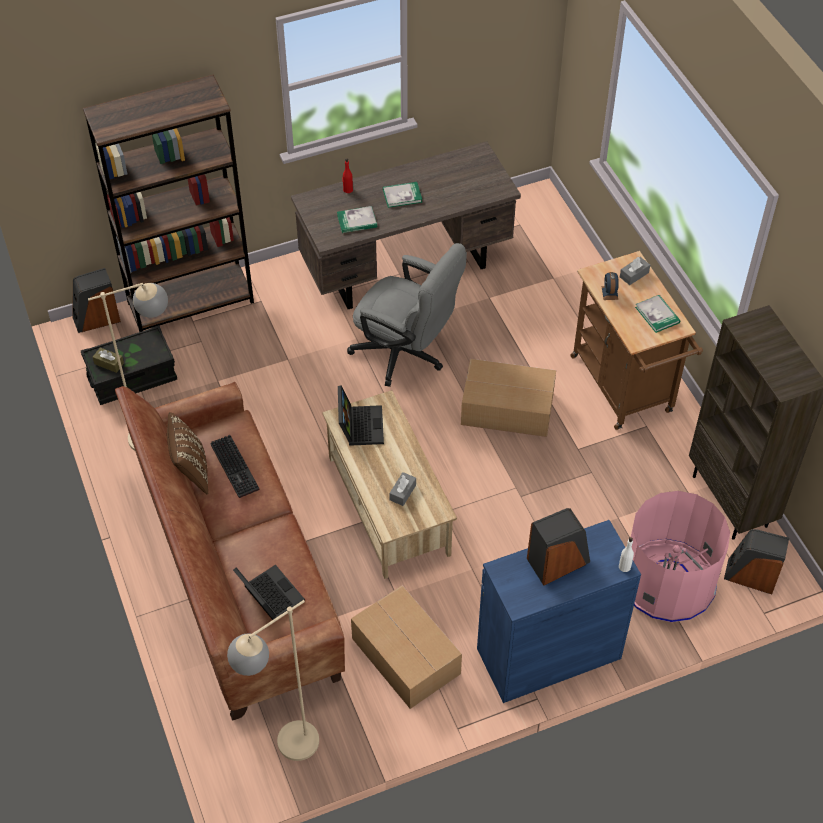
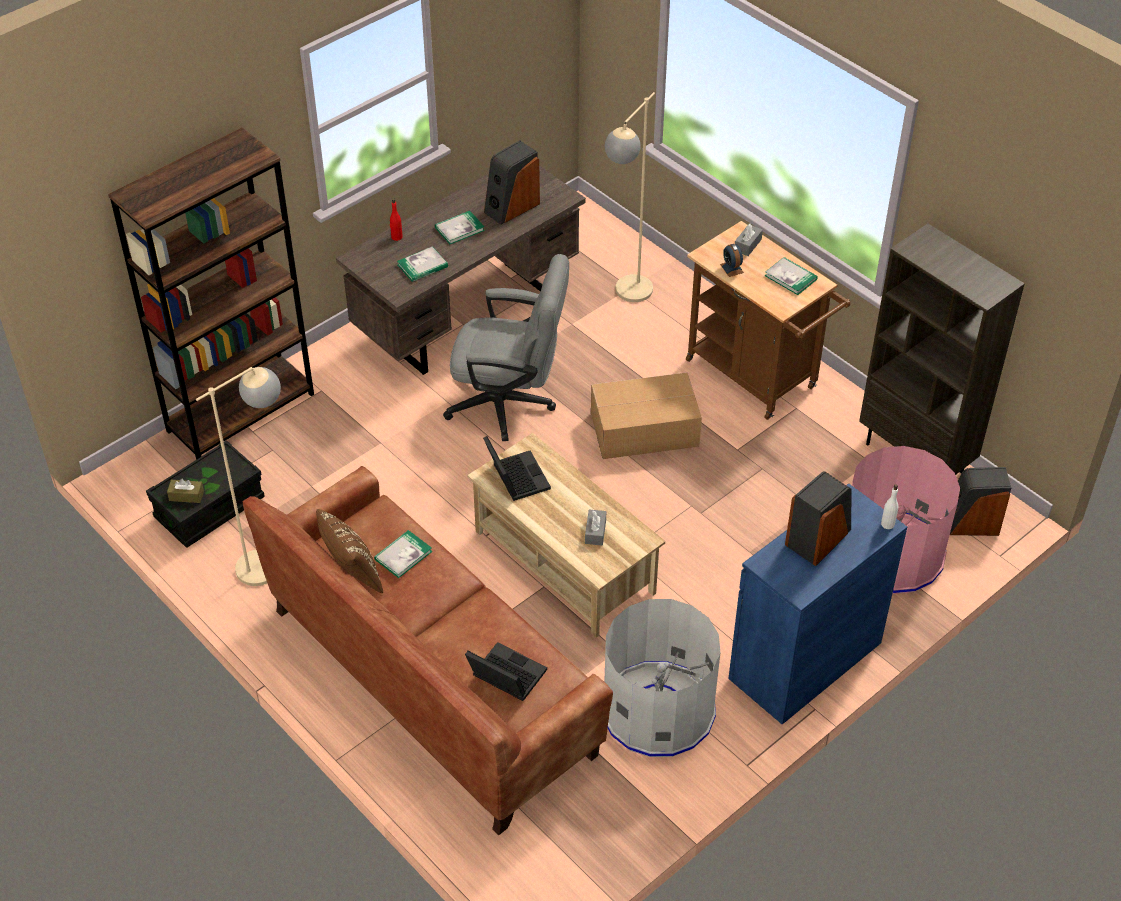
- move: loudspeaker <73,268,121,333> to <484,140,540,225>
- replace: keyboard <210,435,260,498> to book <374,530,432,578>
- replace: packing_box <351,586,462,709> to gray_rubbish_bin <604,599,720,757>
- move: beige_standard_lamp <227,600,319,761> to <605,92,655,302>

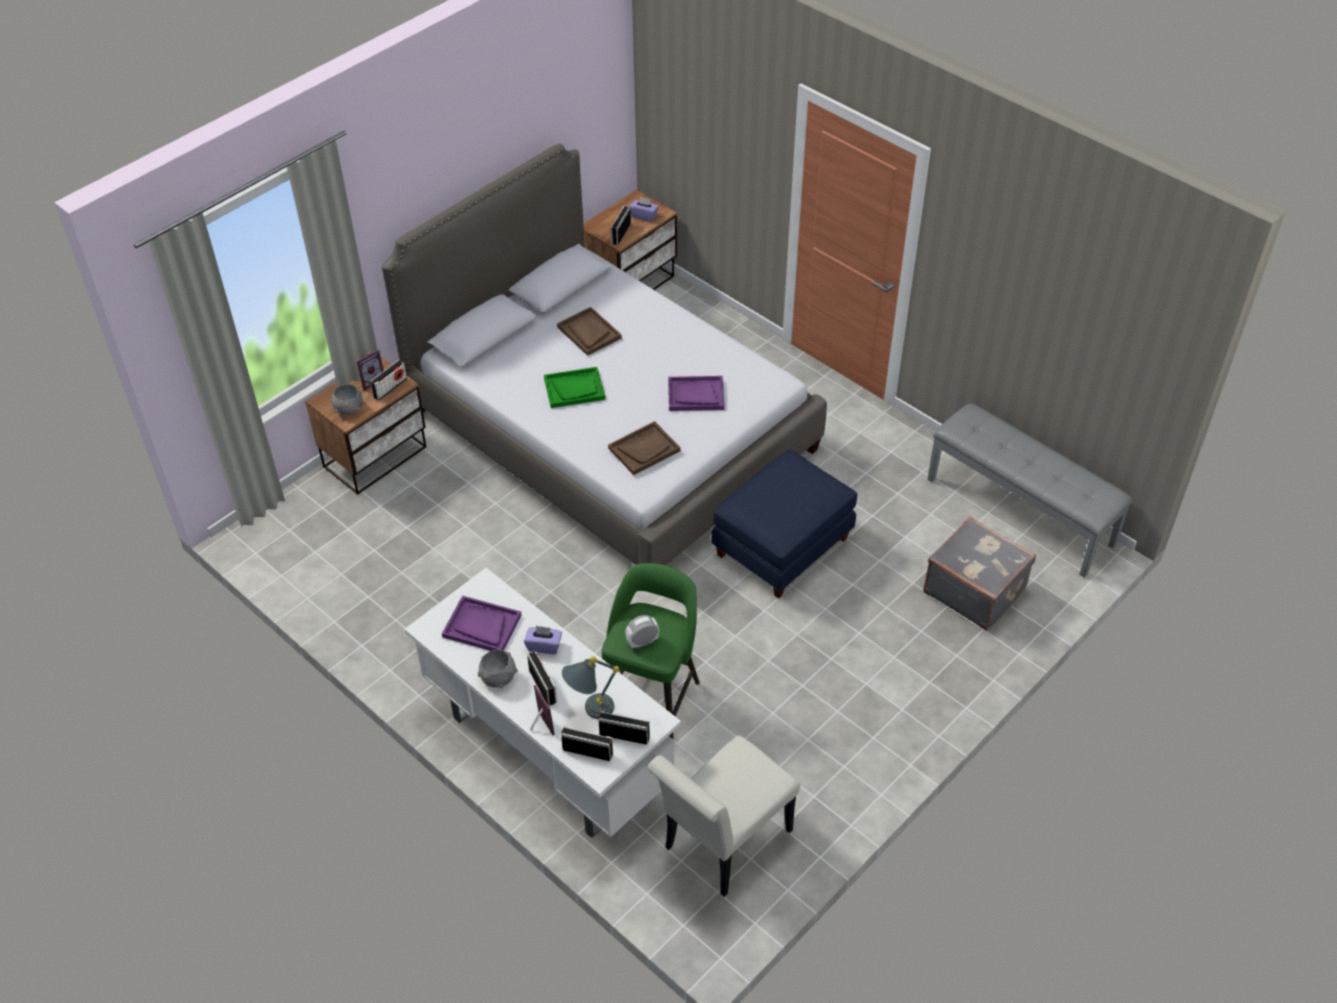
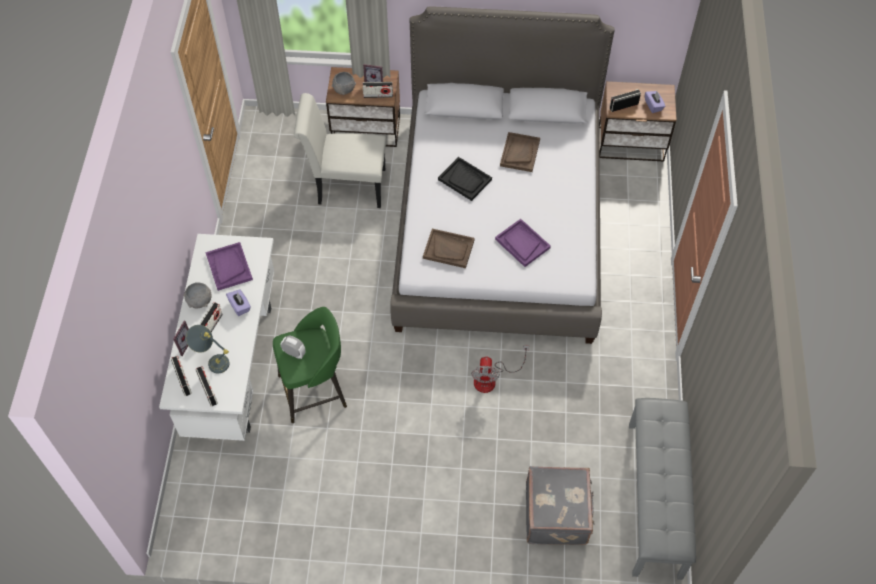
- recolor: green-coloured_tray <544,367,605,408> to black-coloured_tray <438,157,492,201>
- replace: blue_footrest <711,450,857,599> to electric_fan <471,345,529,393>
- move: whitish_chair <647,735,800,897> to <294,93,386,208>

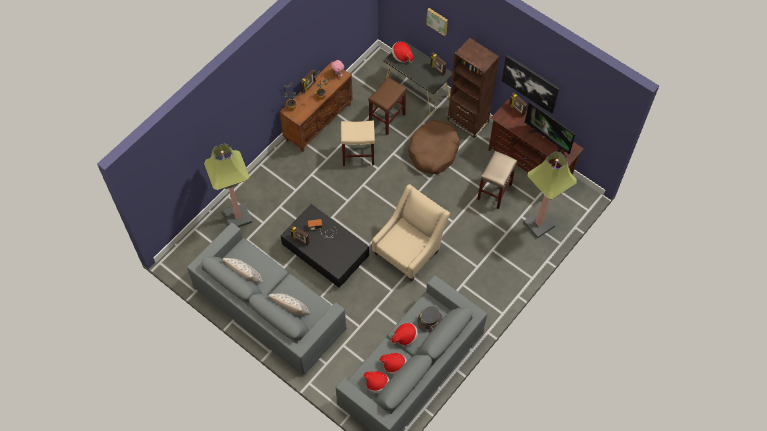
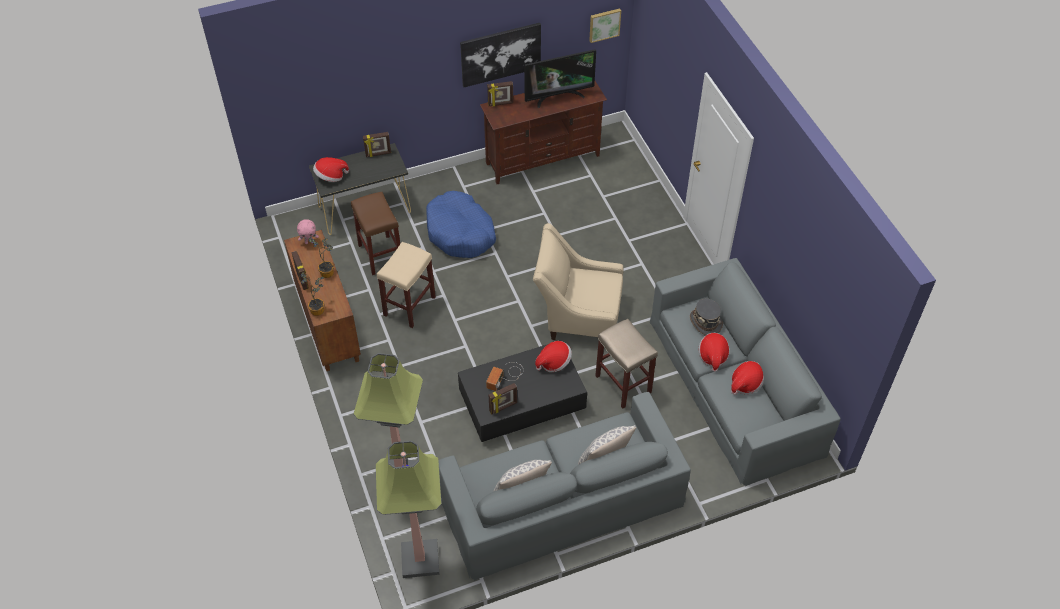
- move: wall_picture <426,8,448,36> to <589,8,621,43>
- delete: brown-coloured_bookcase <447,38,500,138>
- recolor: brown-coloured_dog_bed <408,120,460,174> to blue_dog_bed <426,191,496,258>
- move: beige_stool_seat <477,151,517,209> to <595,319,658,409>
- move: standard_lamp <523,151,577,239> to <375,441,442,578>
- rotate: beige_armchair <372,184,450,281> = <533,223,624,340> 60 degrees counterclockwise
- move: hat <363,371,389,393> to <535,341,572,372>

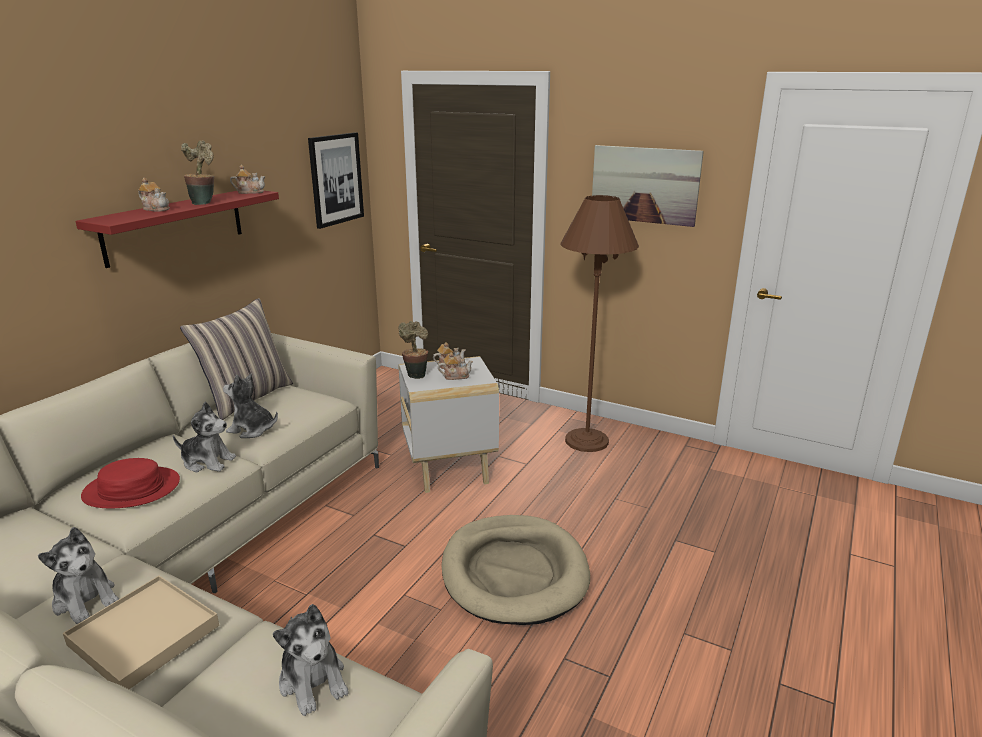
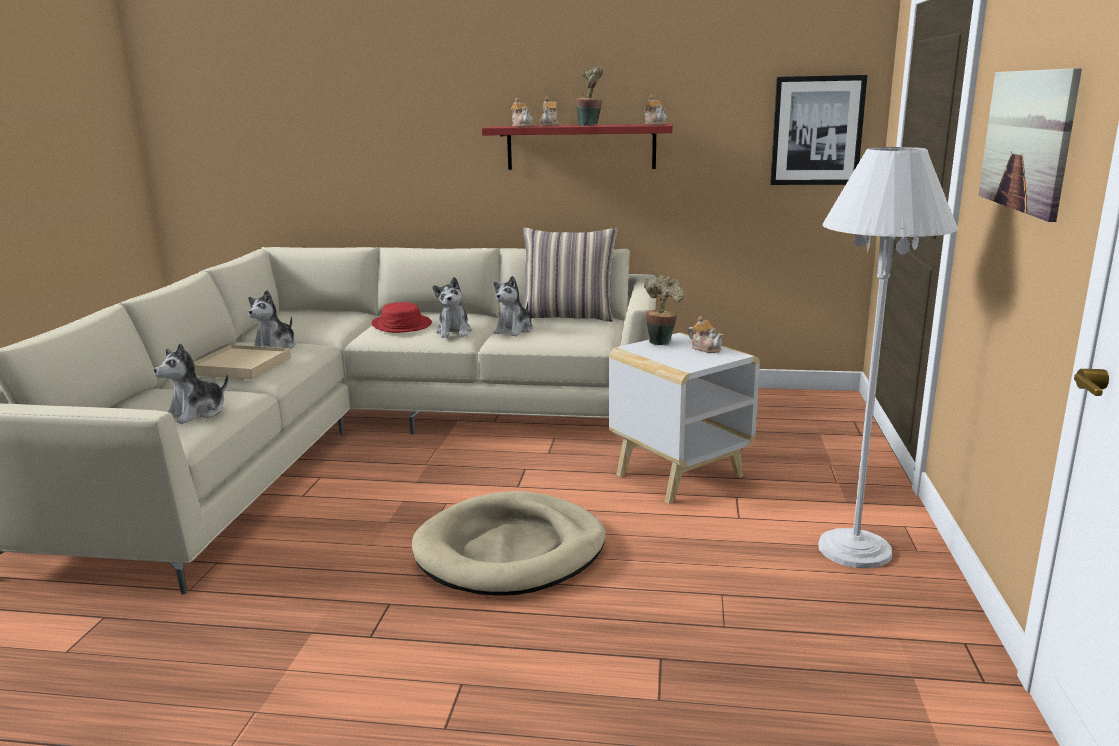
- recolor: brown-coloured_standard_lamp <560,195,639,452> to whitish_standard_lamp <818,147,958,568>
- move: tea_pot <438,352,473,380> to <511,98,533,127>
- rotate: cuddly_toy <223,373,278,438> = <494,276,533,337> 150 degrees counterclockwise

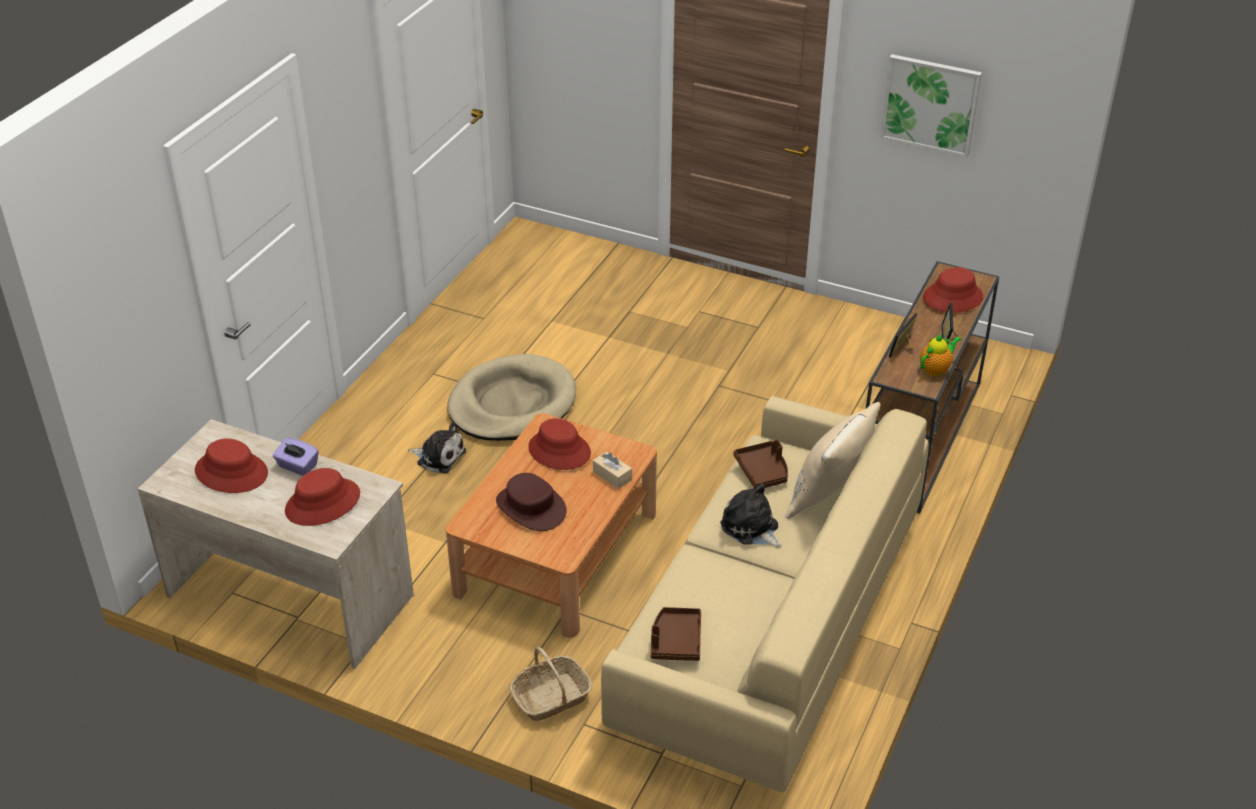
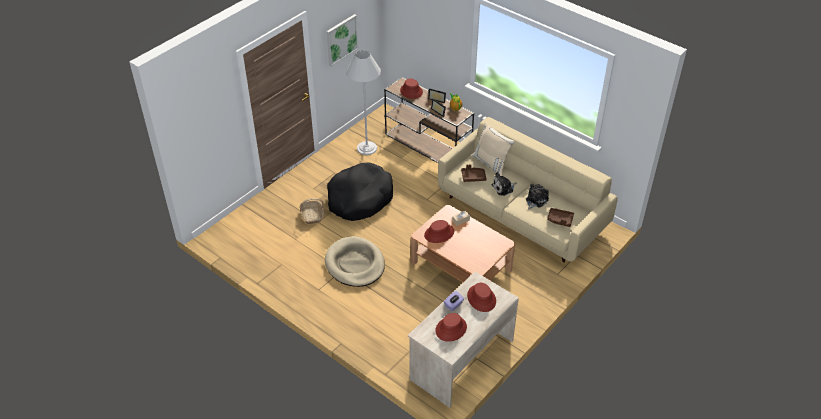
- move: cuddly_toy <408,422,466,473> to <526,184,549,210>
- delete: brown-coloured_hat <496,473,567,531>
- move: storage_basket <509,647,592,721> to <300,198,324,224>
- insert: whitish_standard_lamp <346,50,381,155>
- insert: black-coloured_dog_bed <327,162,393,221>

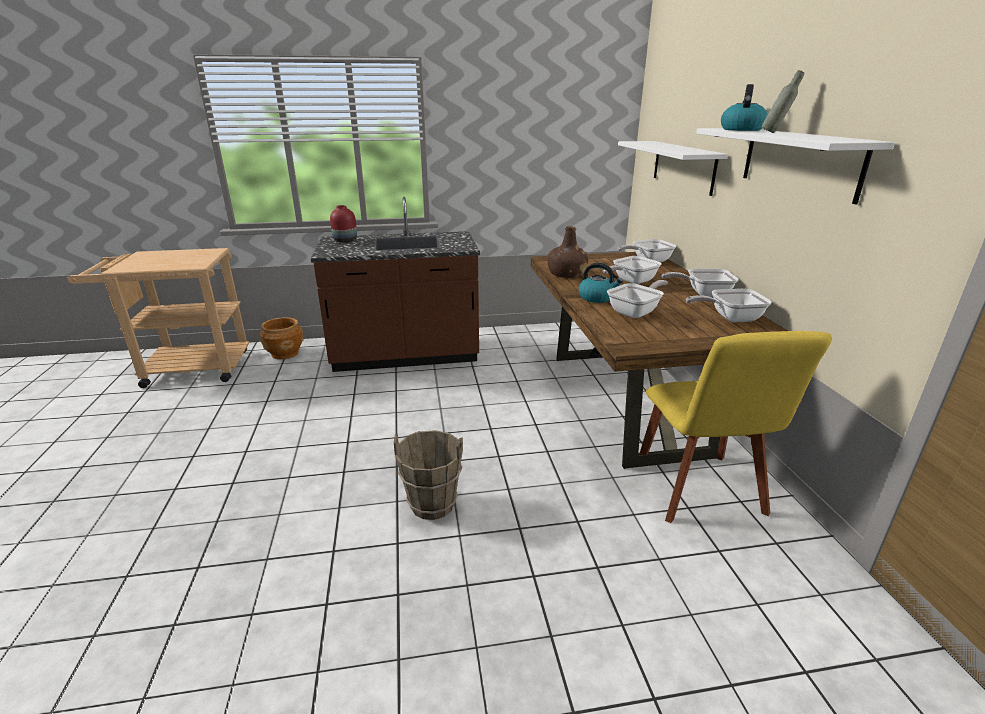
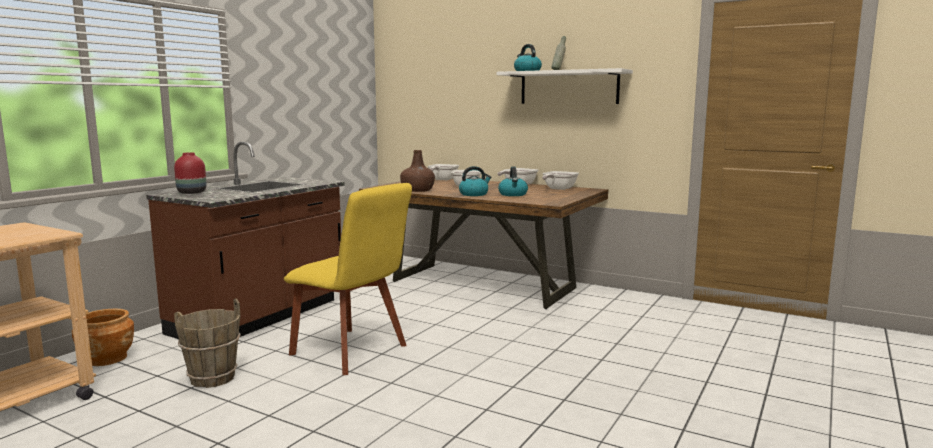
- delete: whitish_bracket_shelf <618,141,728,196>
- replace: pan <607,280,668,318> to water_kettle <498,166,528,196>
- move: yellow_chair <640,331,832,523> to <284,183,412,375>
- move: brown-coloured_water_bucket <394,430,463,520> to <174,299,241,388>

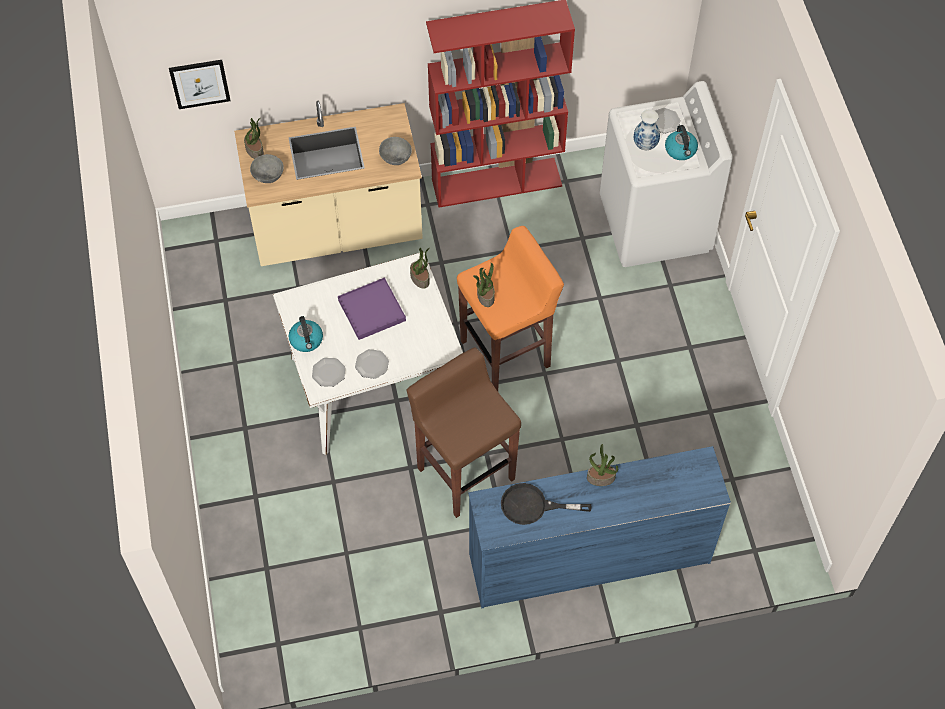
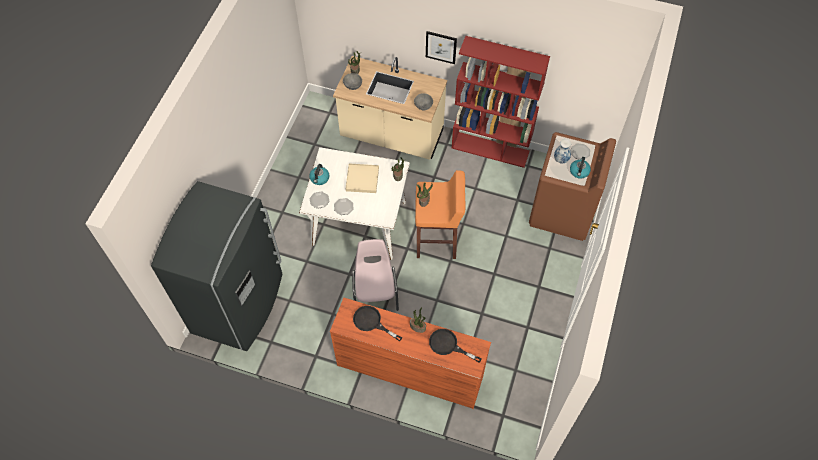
- move: wall_picture <169,60,231,109> to <426,31,457,64>
- recolor: whitish_washing_machine <600,81,733,267> to brown-coloured_washing_machine <529,132,616,241>
- recolor: purple_tray <338,278,406,340> to beige_tray <345,163,379,193>
- replace: brown-coloured_stool_seat <407,348,521,518> to pinkish_chair <352,239,399,311>
- recolor: blue_chest_of_drawers <468,446,731,609> to orange_chest_of_drawers <330,298,491,409>
- insert: gray_fridge <151,181,282,351>
- insert: black-coloured_pan <429,329,482,363>

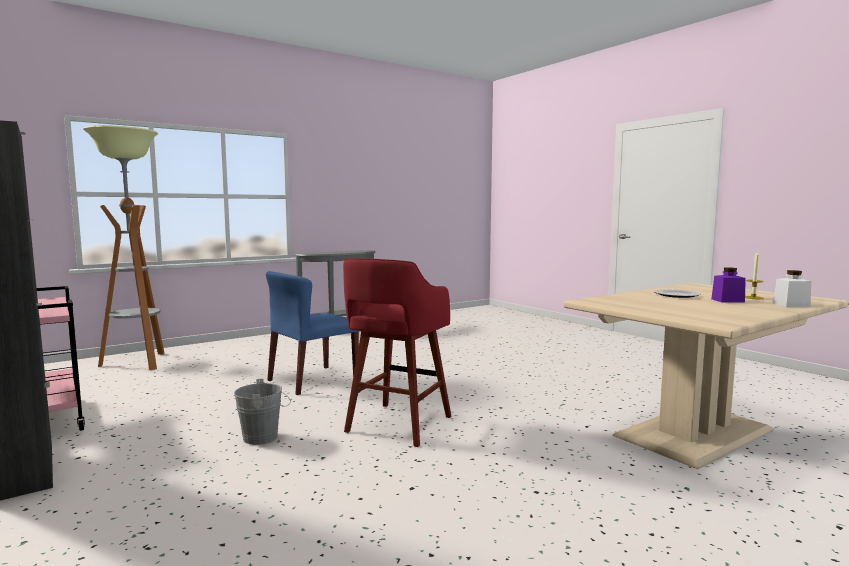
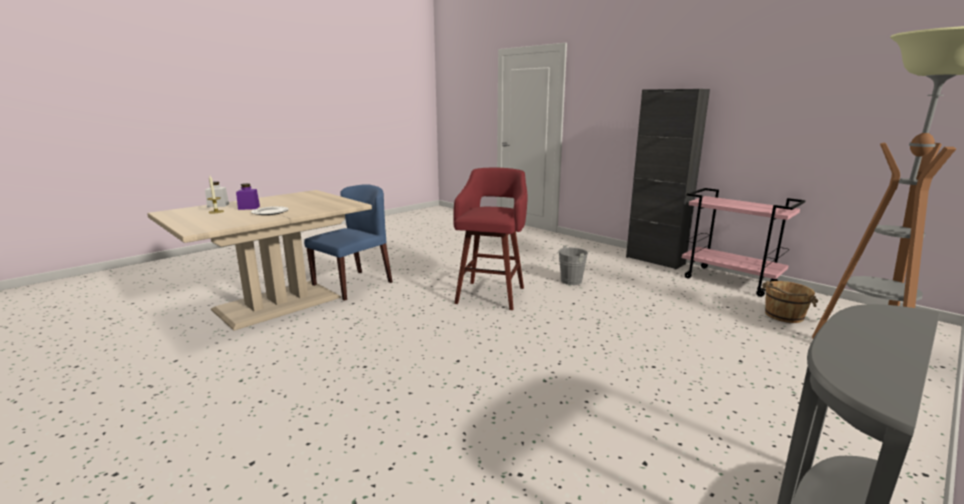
- move: blue_chair <266,271,359,395> to <304,184,393,301>
- insert: brown-coloured_water_bucket <762,281,818,323>

